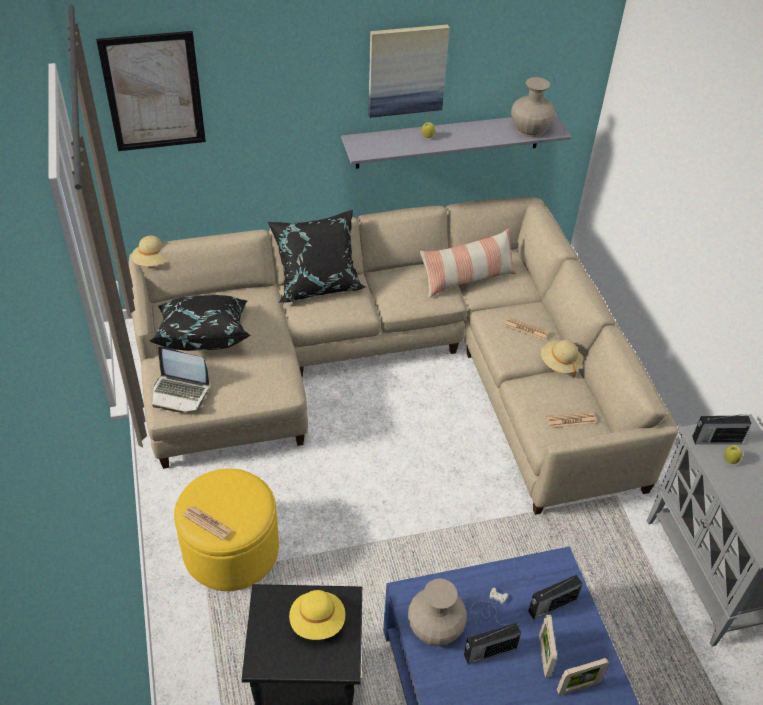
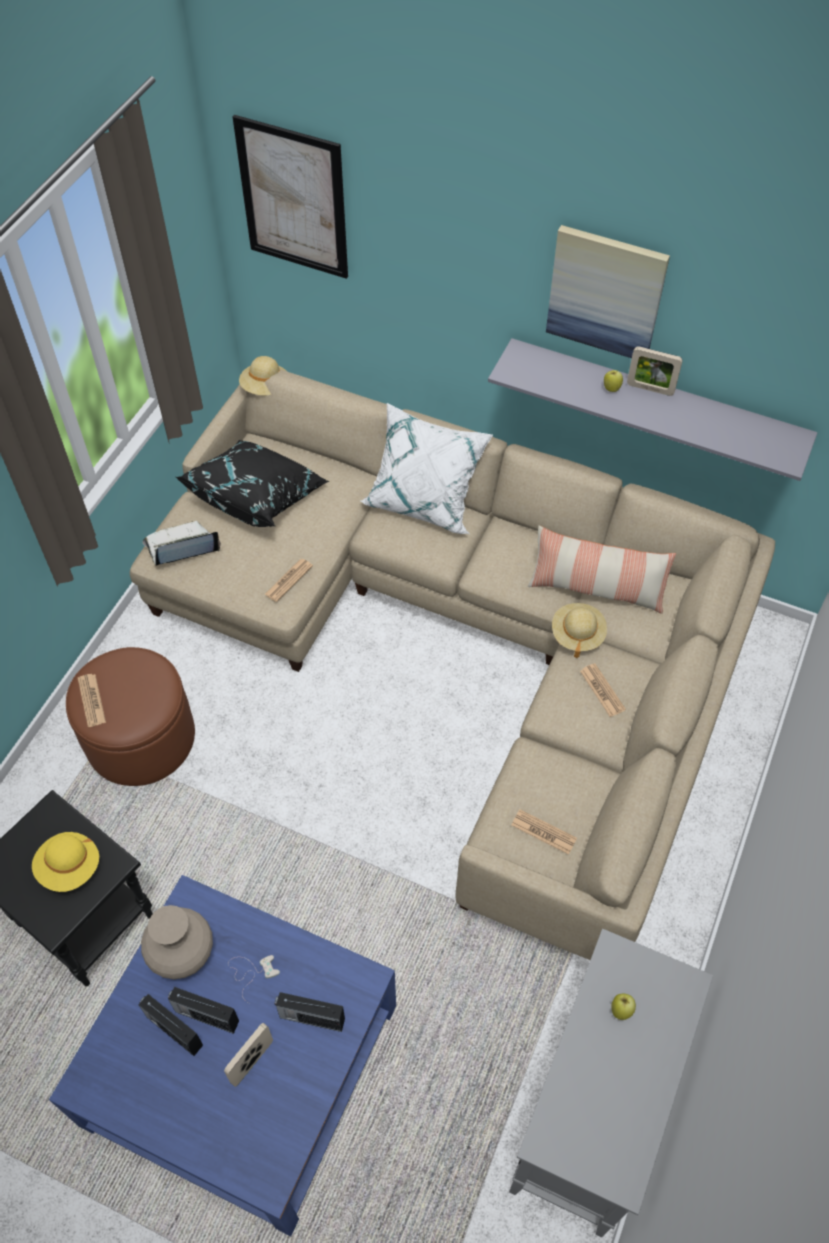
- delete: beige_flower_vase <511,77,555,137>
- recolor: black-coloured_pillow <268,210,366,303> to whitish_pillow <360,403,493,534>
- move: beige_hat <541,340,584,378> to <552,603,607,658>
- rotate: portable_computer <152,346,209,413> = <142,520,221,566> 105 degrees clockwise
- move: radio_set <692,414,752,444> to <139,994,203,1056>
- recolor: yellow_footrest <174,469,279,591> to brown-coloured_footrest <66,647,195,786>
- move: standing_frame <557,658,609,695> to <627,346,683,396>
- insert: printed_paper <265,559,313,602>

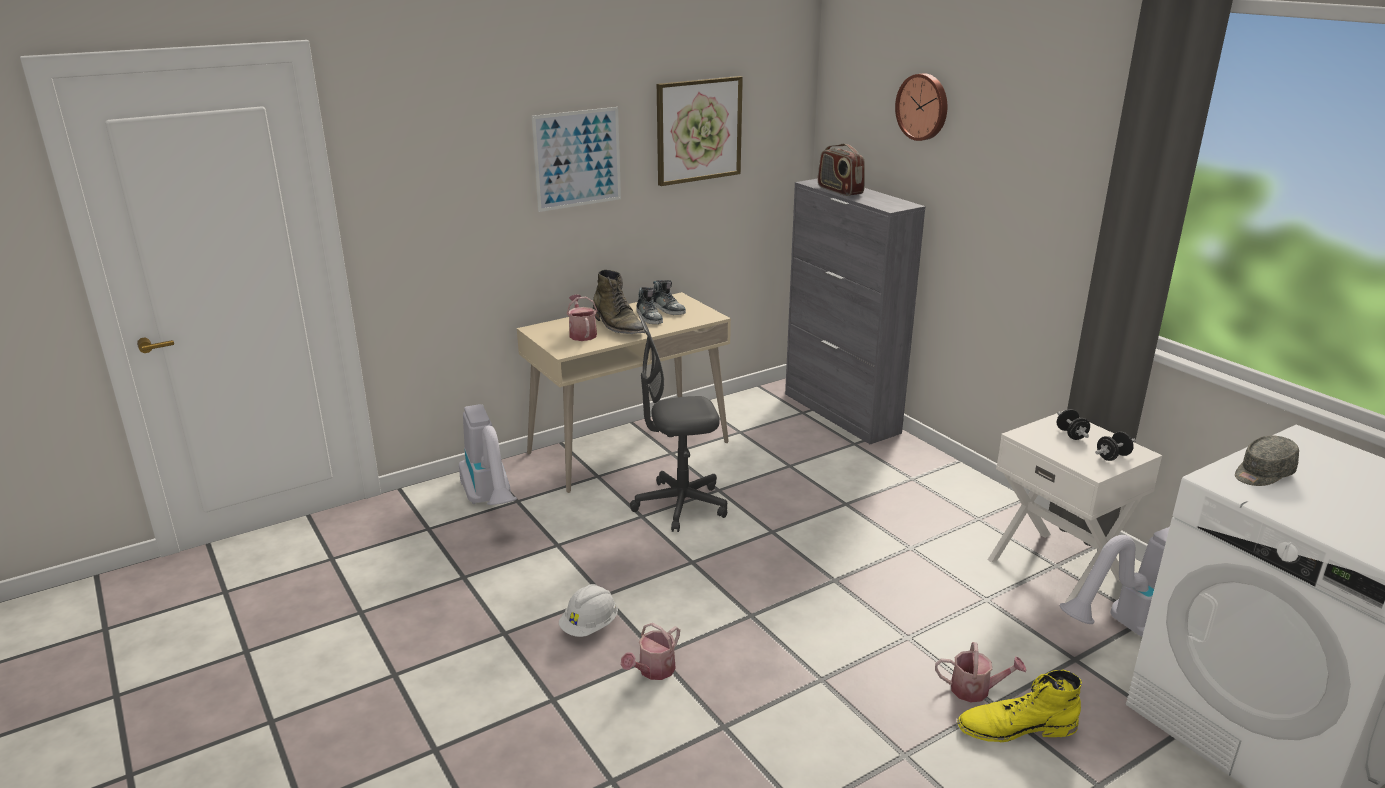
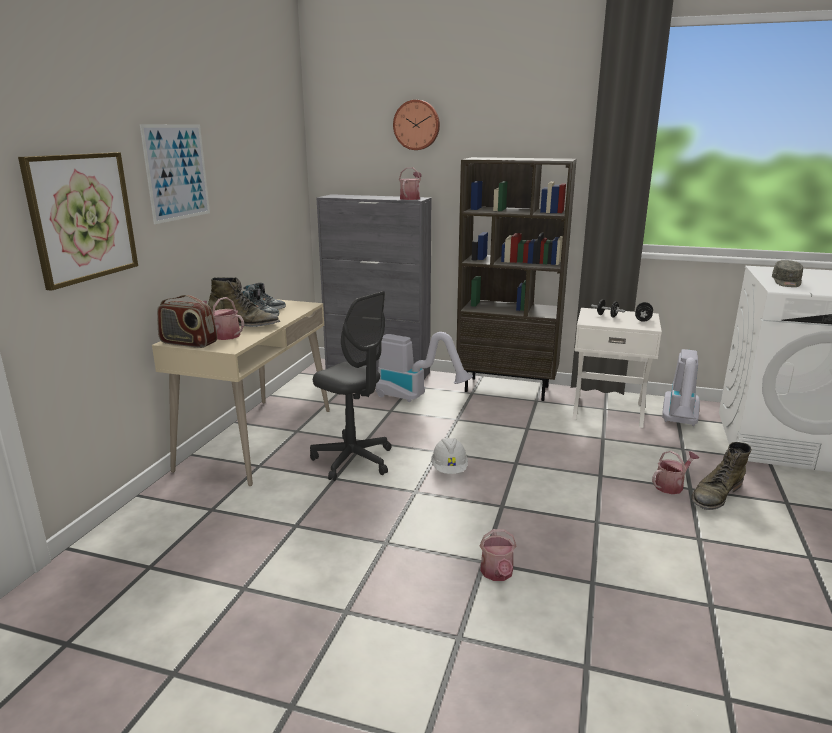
- move: wall_picture <657,76,743,186> to <18,152,138,291>
- move: radio_set <818,144,865,196> to <157,295,217,348>
- rotate: gray_computer_chair <630,315,727,532> = <310,291,392,481> 90 degrees counterclockwise
- move: vacuum_cleaner <459,404,517,505> to <376,332,473,402>
- move: whitish_hard_hat <559,584,618,637> to <431,438,468,474>
- recolor: yellow_boot <957,670,1082,742> to green-coloured_boot <691,442,752,510>
- insert: brown-coloured_bookcase <456,157,577,401>
- insert: watering_pot <399,167,422,200>

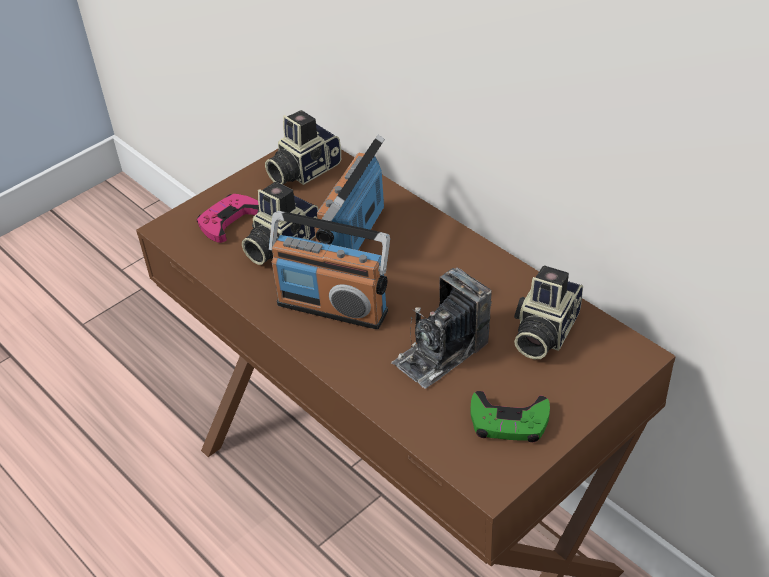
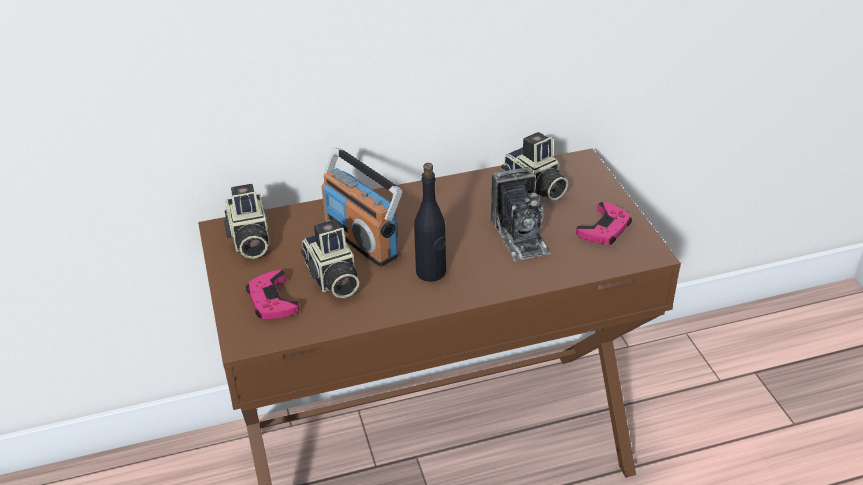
- replace: radio_set <269,211,390,329> to black-coloured_beverage_bottle <414,163,446,282>
- recolor: green-coloured_gamepad <471,391,550,442> to pinkish_gamepad <576,202,632,245>

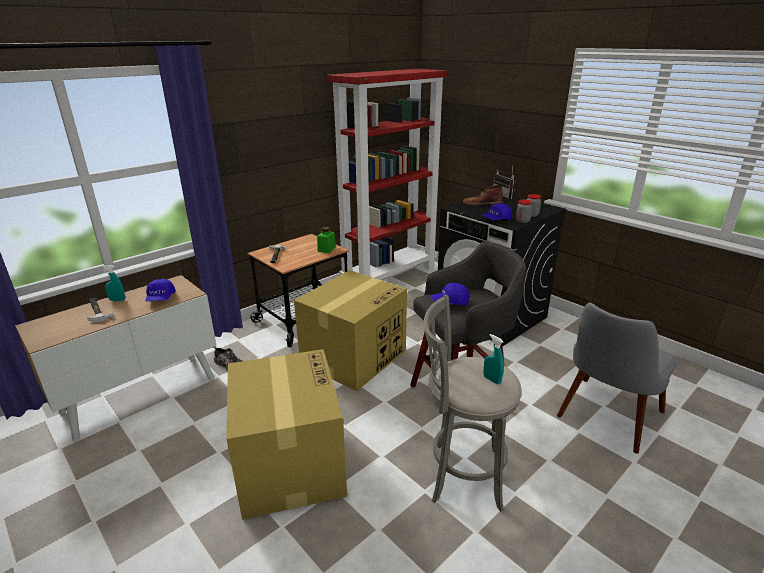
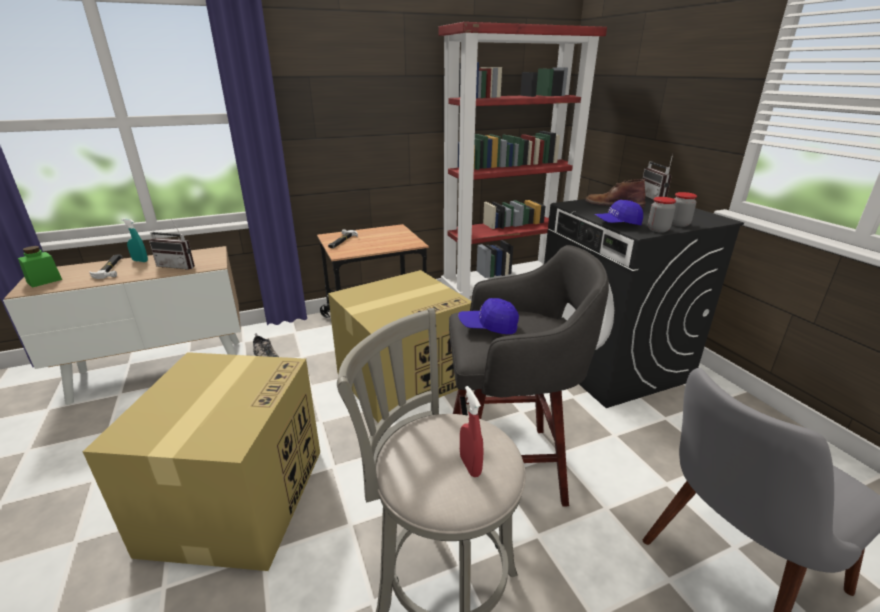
- move: green-coloured_storage_jar <317,227,336,253> to <18,246,62,288>
- replace: blue_baseball_cap <146,279,176,301> to radio_set <149,219,195,270>
- recolor: blue-green_hand_sprayer <483,334,504,384> to red-coloured_hand_sprayer <460,386,483,477>

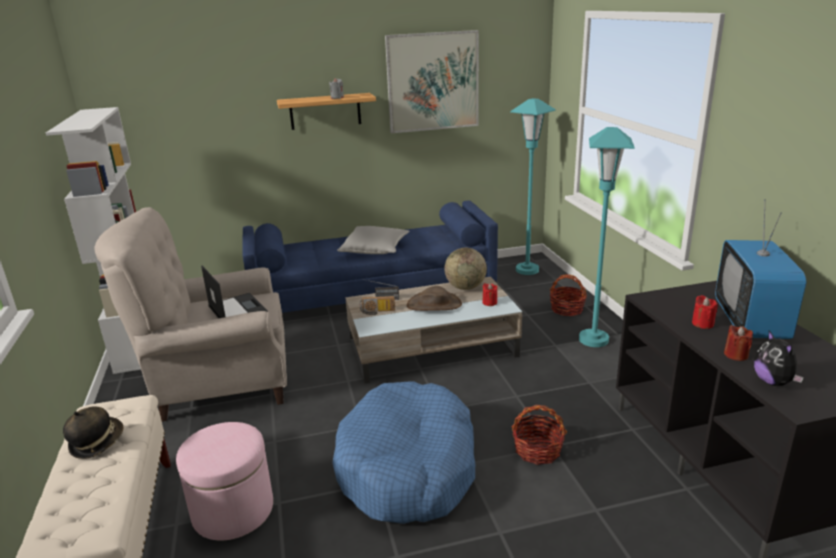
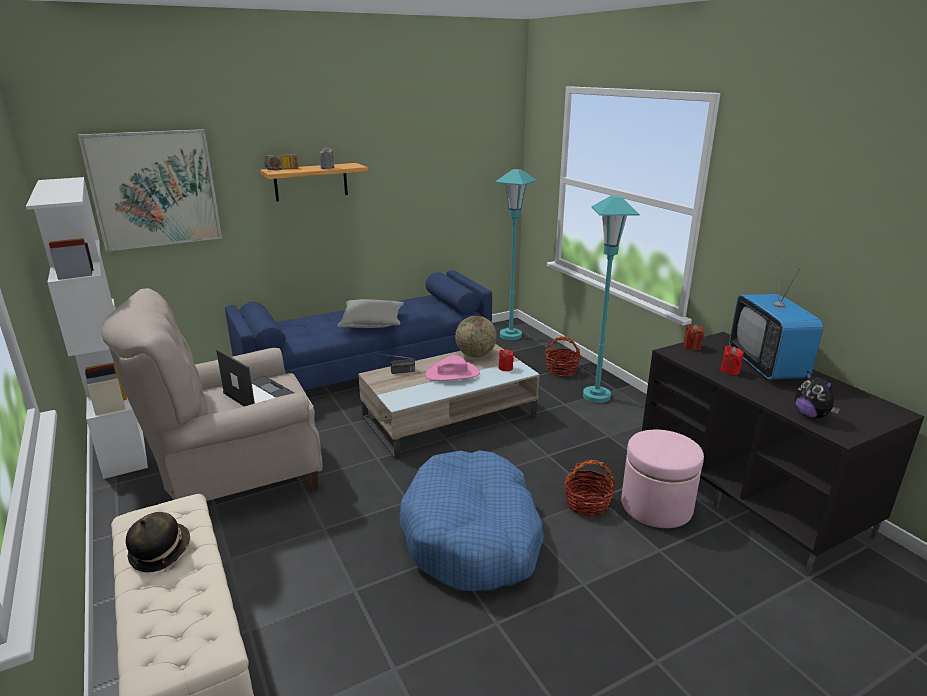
- move: wall_picture <385,30,479,133> to <78,129,222,252>
- recolor: brown-coloured_hat <407,286,462,311> to pinkish_hat <425,355,480,381>
- move: radio_set <360,296,395,315> to <264,154,298,170>
- move: red-coloured_wax_light <724,325,753,361> to <683,324,704,350>
- move: pinkish_footrest <176,422,273,541> to <621,430,704,528>

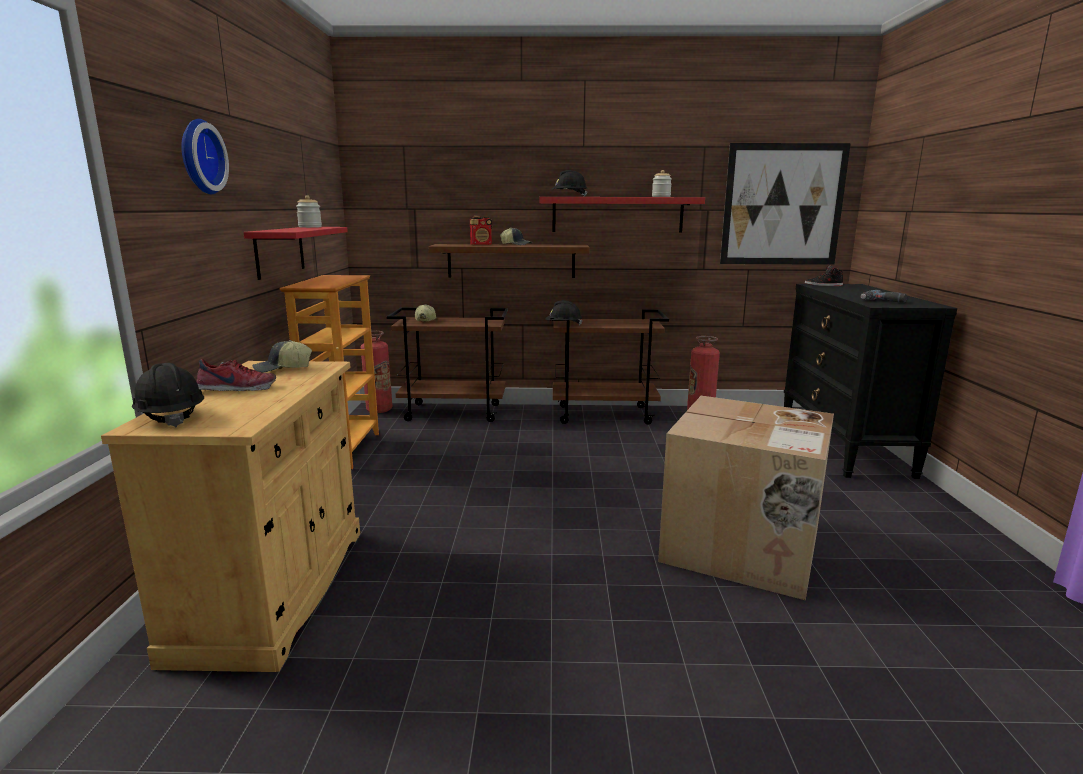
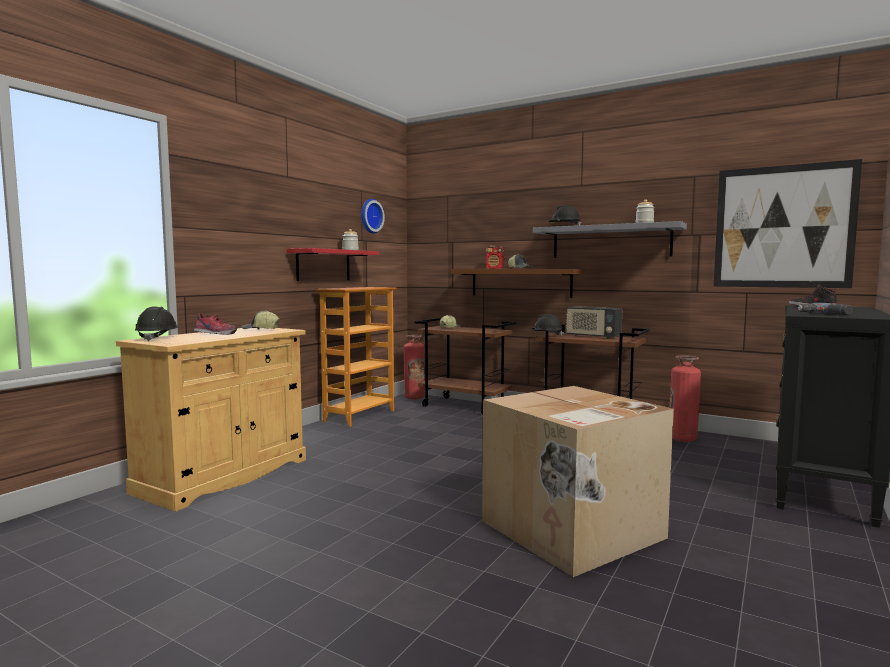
- move: clock_on_the_wall <181,119,229,194> to <361,199,385,234>
- recolor: red-coloured_bracket_shelf <539,197,705,232> to gray_bracket_shelf <533,221,687,258>
- insert: radio_set <566,306,622,339>

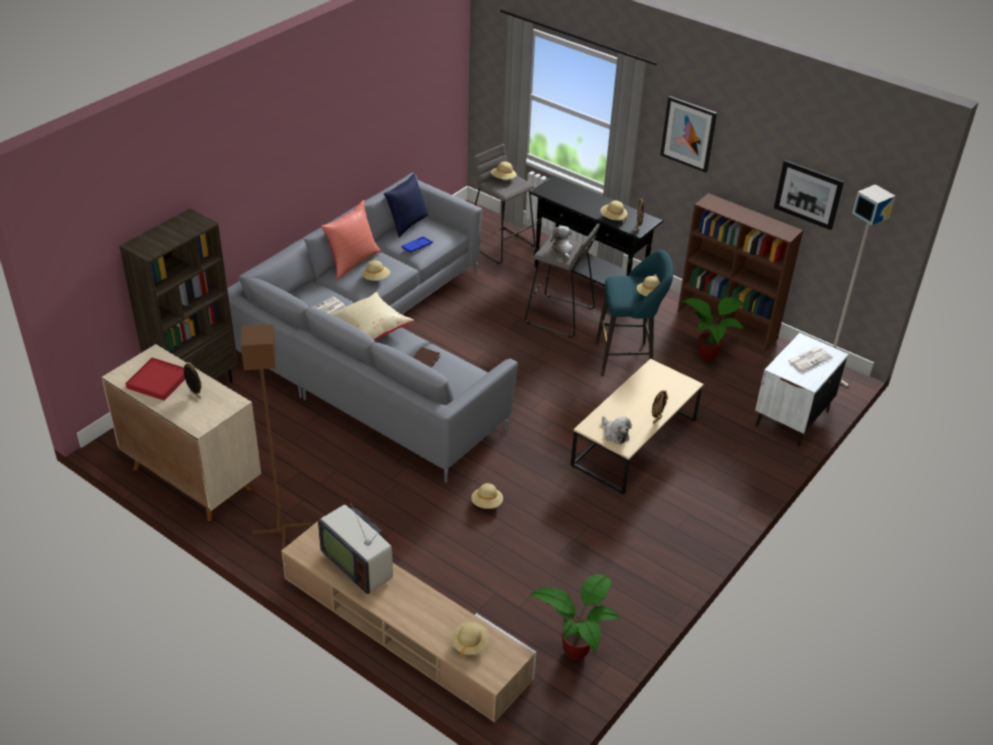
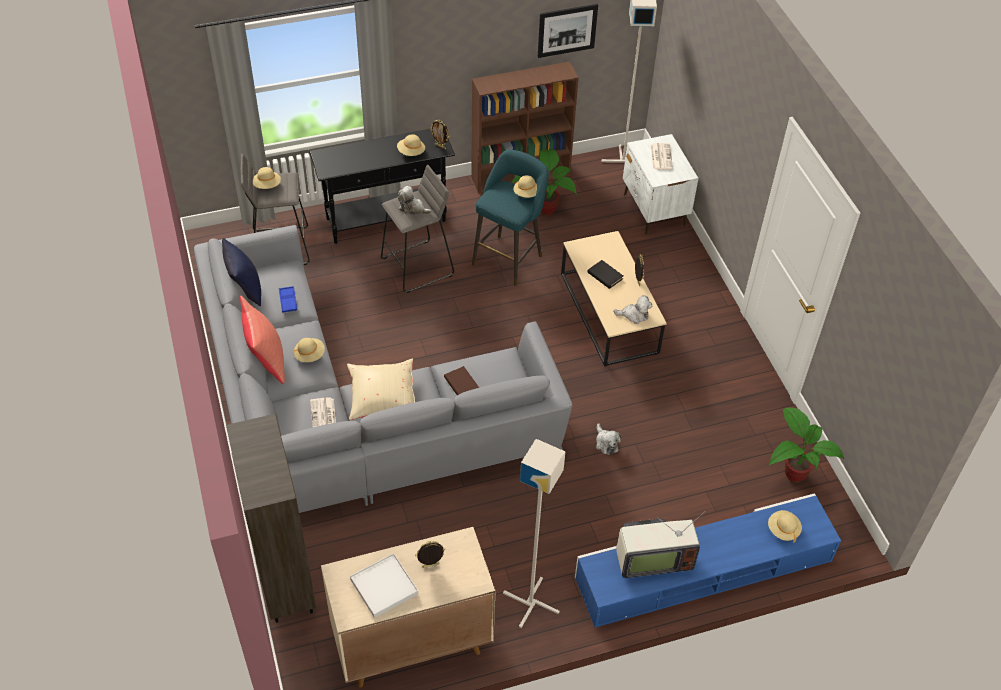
- delete: wall_picture <660,96,717,173>
- recolor: brown-coloured_standard_lamp <241,324,310,550> to gray_standard_lamp <503,439,566,628>
- recolor: red-coloured_tray <125,358,185,401> to whitish_tray <350,553,418,618>
- replace: beige_hat <471,483,503,509> to cuddly_toy <596,423,621,455>
- recolor: beige_tv_unit <281,516,537,723> to blue_tv_unit <575,493,841,627>
- insert: black-coloured_book <587,260,623,289>

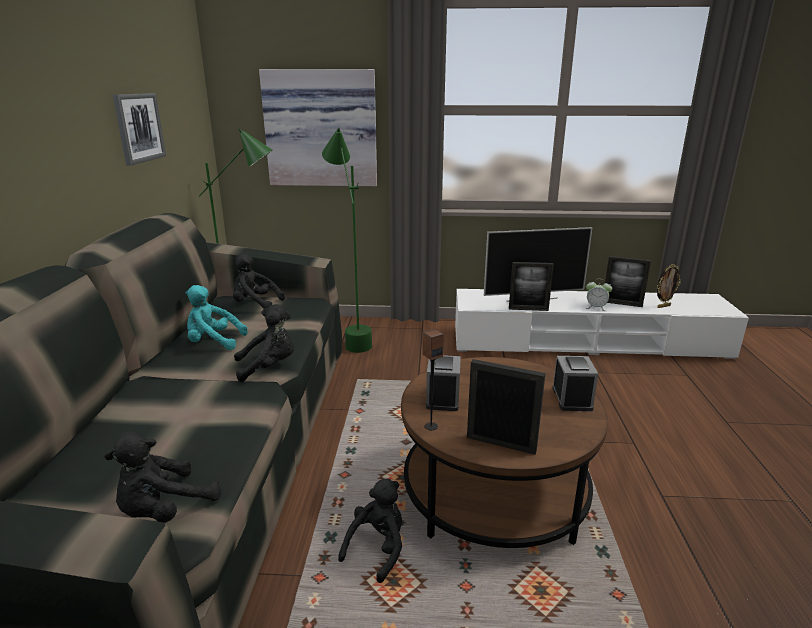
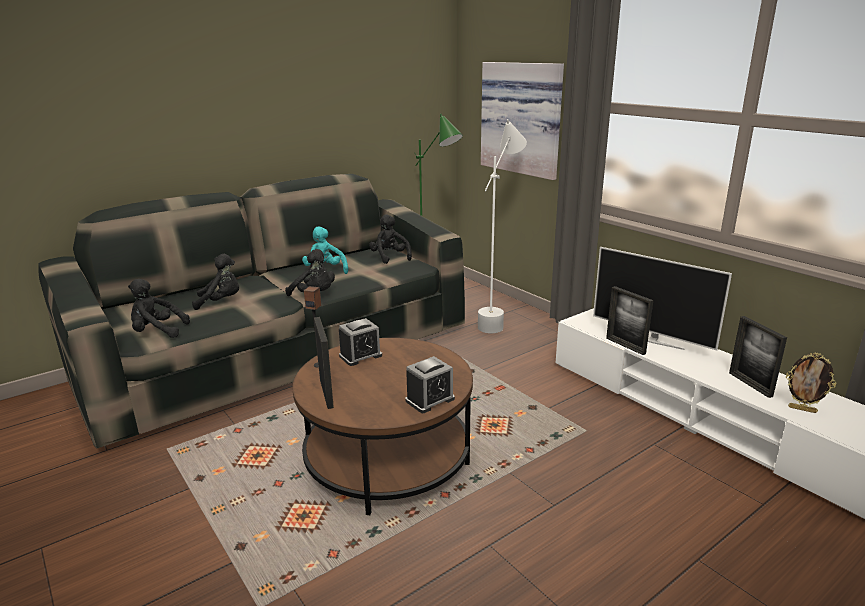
- delete: wall_picture <113,93,166,166>
- recolor: green-coloured_standard_lamp <322,127,372,353> to whitish_standard_lamp <478,119,527,333>
- delete: table_clock <585,279,612,311>
- move: black-coloured_cuddly_toy <338,478,402,583> to <192,254,239,310>

